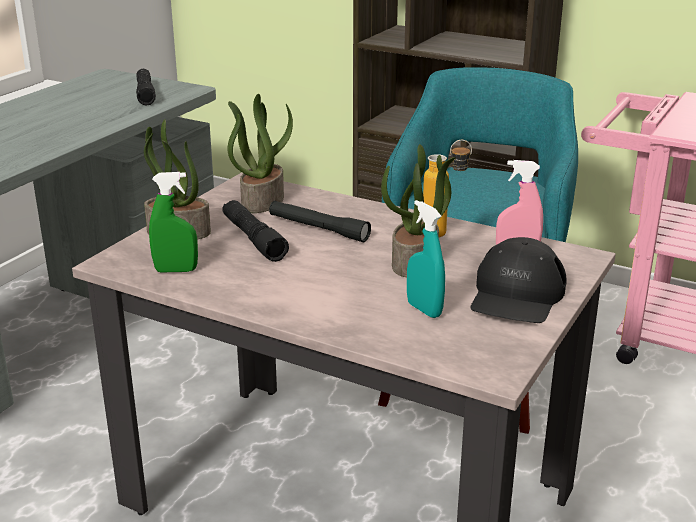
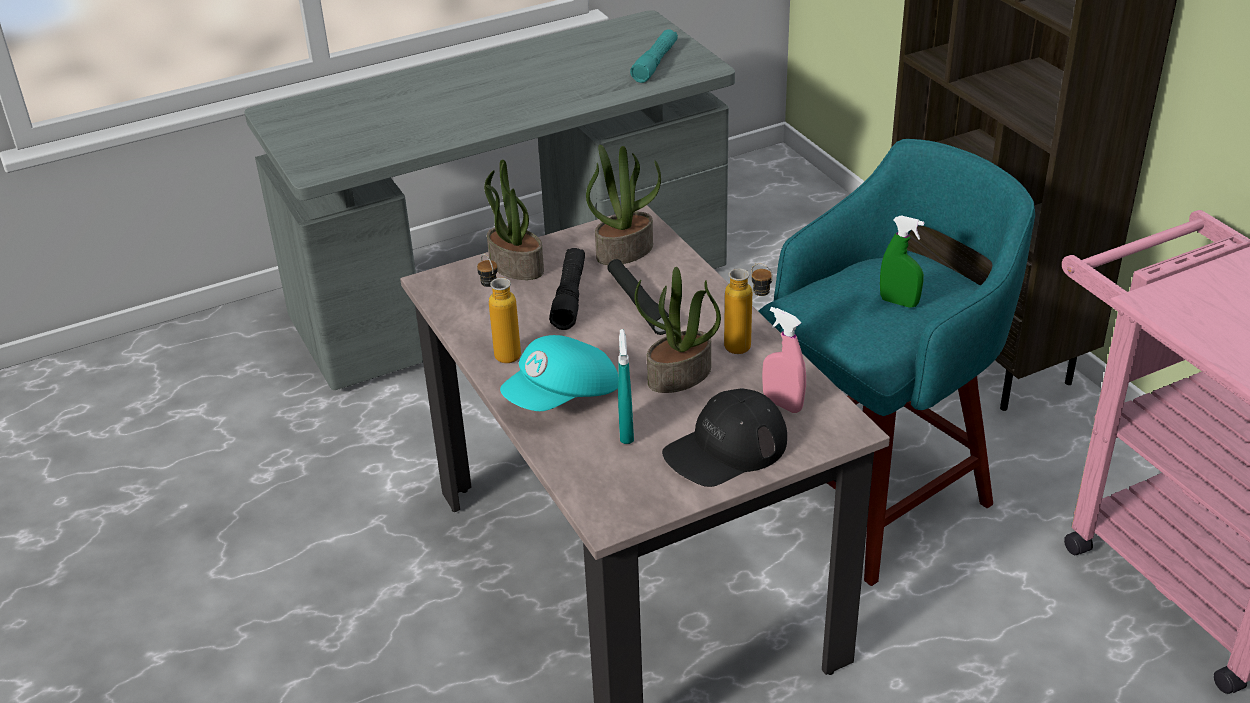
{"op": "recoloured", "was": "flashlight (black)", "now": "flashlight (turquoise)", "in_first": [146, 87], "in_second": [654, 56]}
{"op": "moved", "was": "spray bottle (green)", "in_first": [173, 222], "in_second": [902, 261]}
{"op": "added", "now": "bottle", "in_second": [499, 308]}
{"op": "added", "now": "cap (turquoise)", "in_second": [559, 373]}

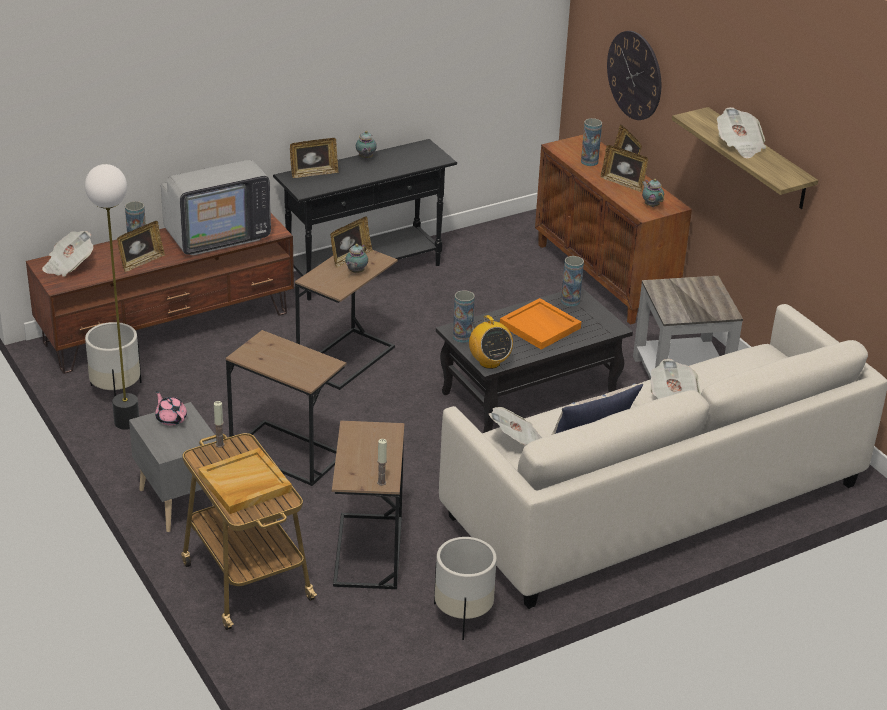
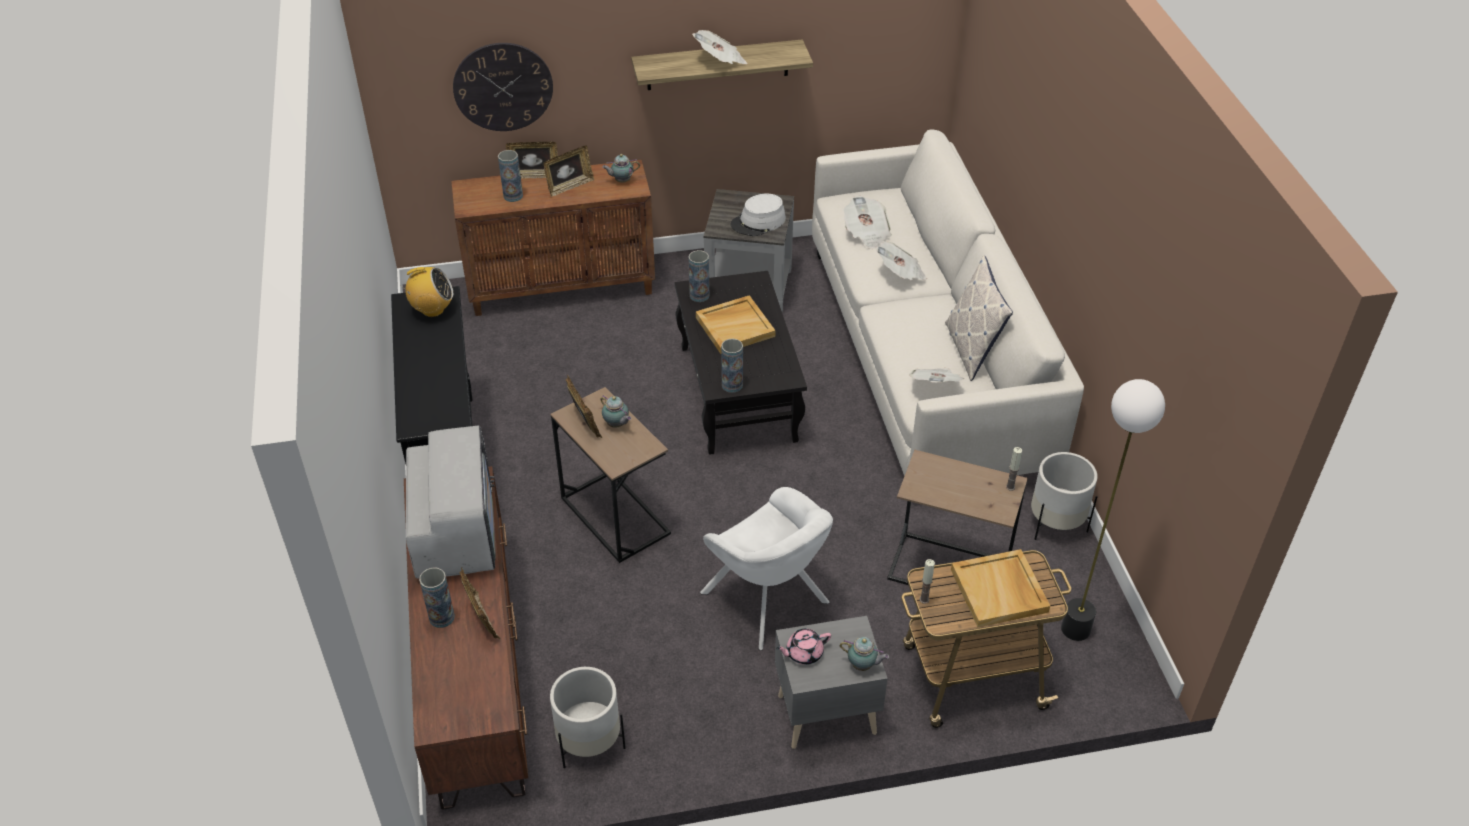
{"op": "moved", "was": "teapot", "in_first": [366, 145], "in_second": [864, 654]}
{"op": "removed", "was": "picture frame", "in_first": [314, 158]}
{"op": "moved", "was": "floor lamp", "in_first": [112, 297], "in_second": [1113, 510]}
{"op": "moved", "was": "newspaper", "in_first": [67, 254], "in_second": [867, 222]}
{"op": "recoloured", "was": "tray (orange)", "now": "tray (beige)", "in_first": [540, 324], "in_second": [736, 324]}
{"op": "moved", "was": "radio", "in_first": [491, 342], "in_second": [426, 292]}
{"op": "replaced", "was": "side table (brown)", "now": "armchair (white)", "in_first": [286, 408], "in_second": [766, 569]}
{"op": "added", "now": "hat (grey)", "in_second": [758, 215]}

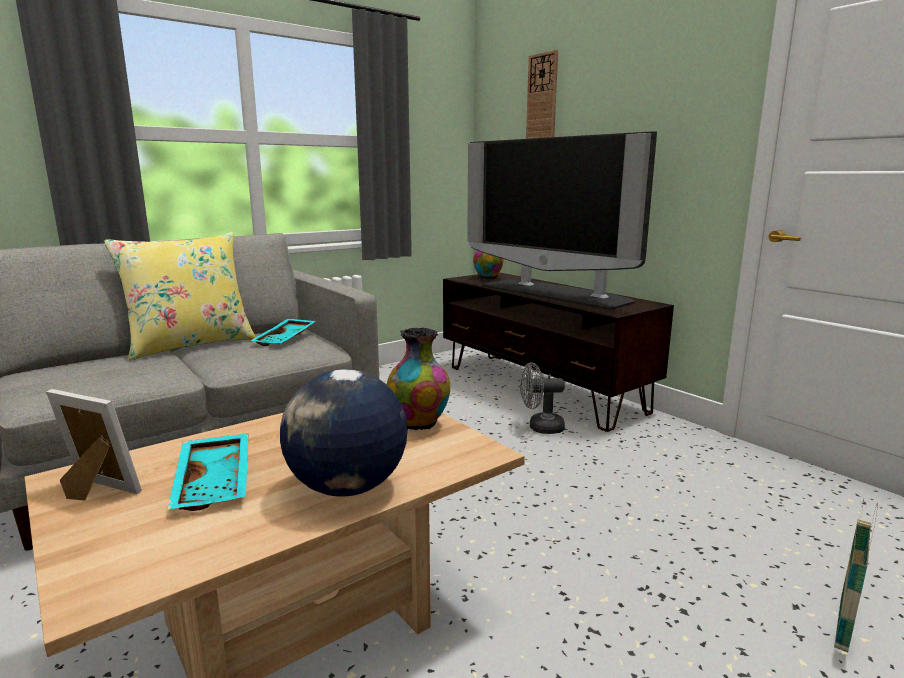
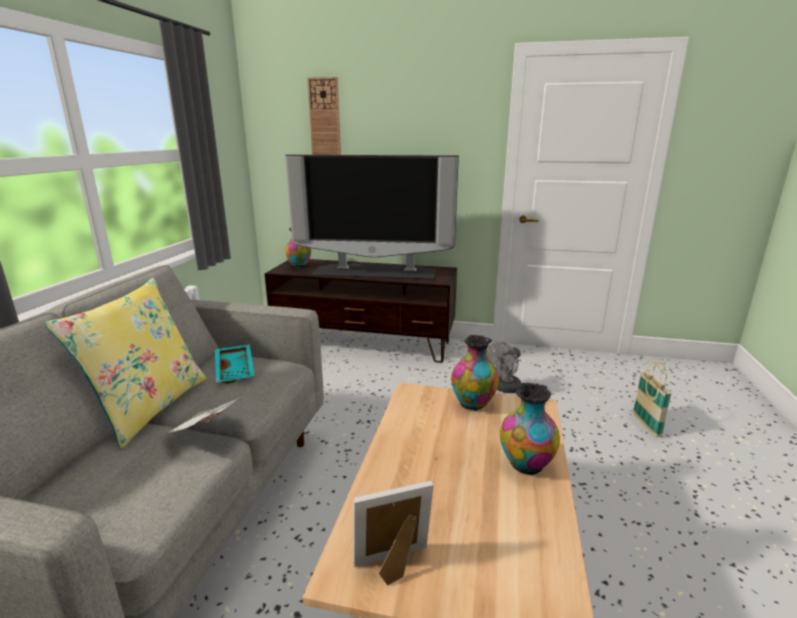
{"op": "moved", "was": "fan (grey)", "in_first": [542, 398], "in_second": [504, 367]}
{"op": "replaced", "was": "globe", "now": "vase", "in_first": [343, 433], "in_second": [530, 428]}
{"op": "removed", "was": "tray (turquoise)", "in_first": [208, 472]}
{"op": "added", "now": "newspaper", "in_second": [204, 415]}

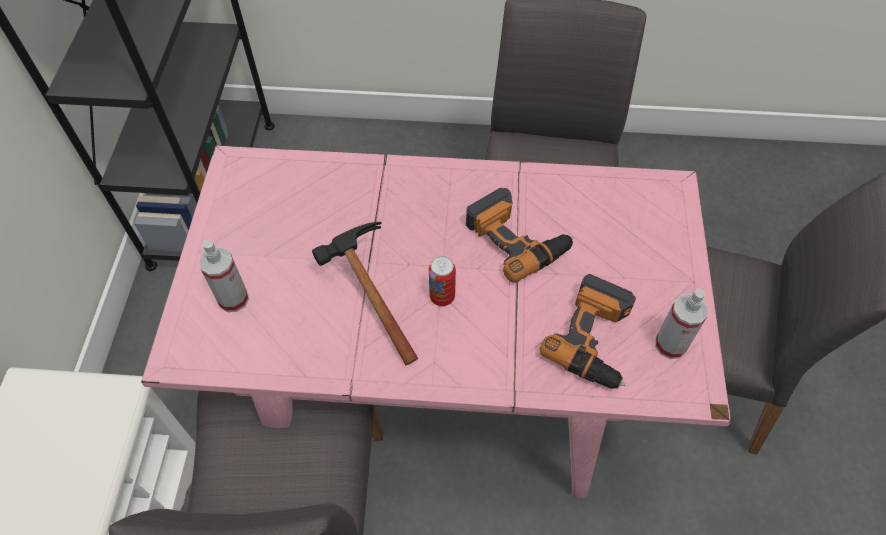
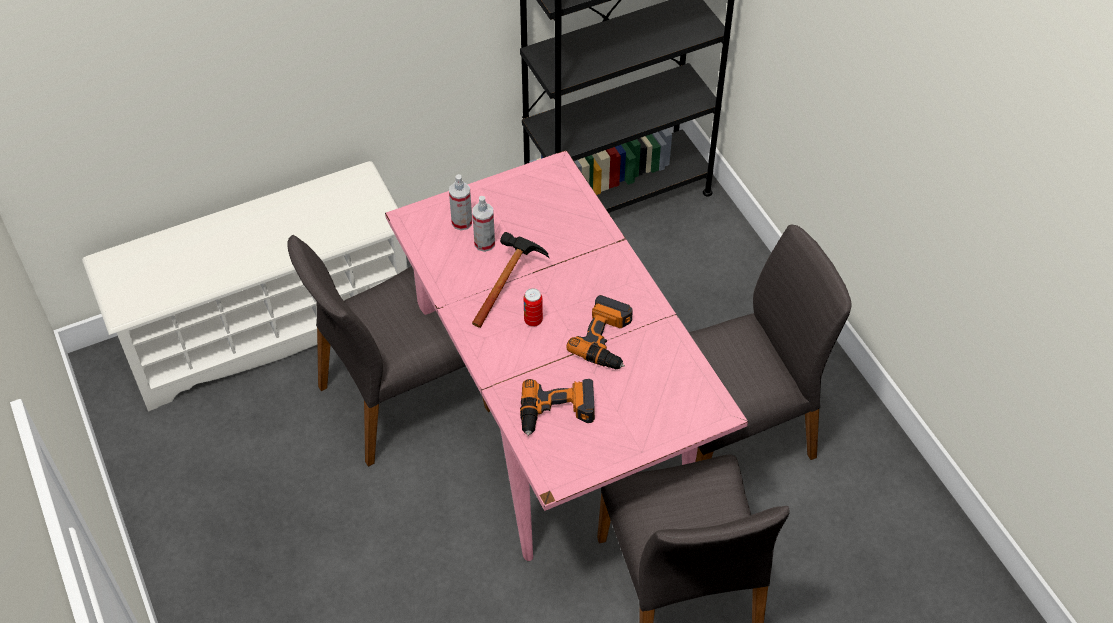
{"op": "moved", "was": "spray bottle", "in_first": [681, 324], "in_second": [483, 224]}

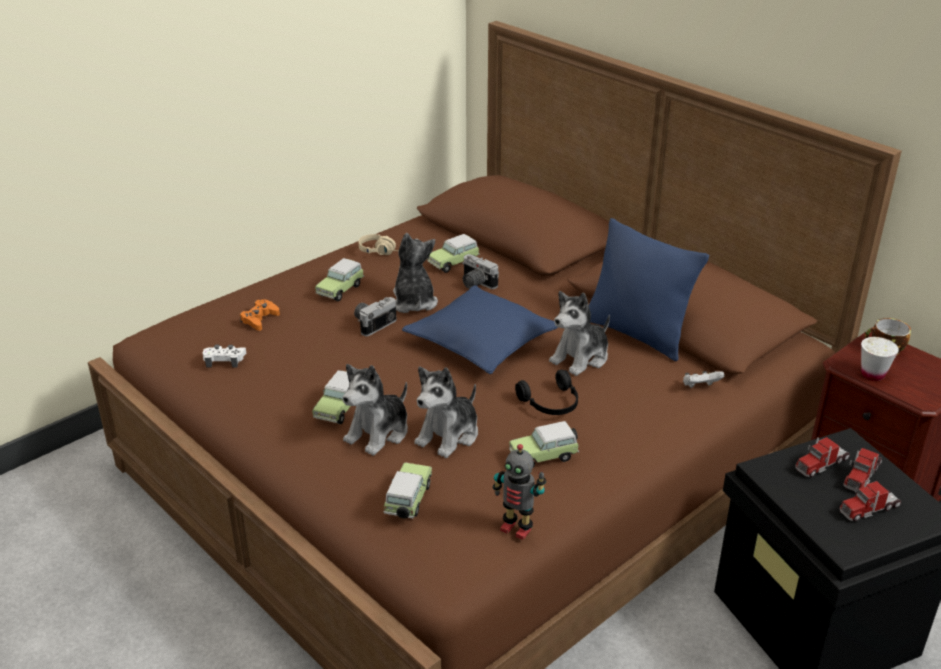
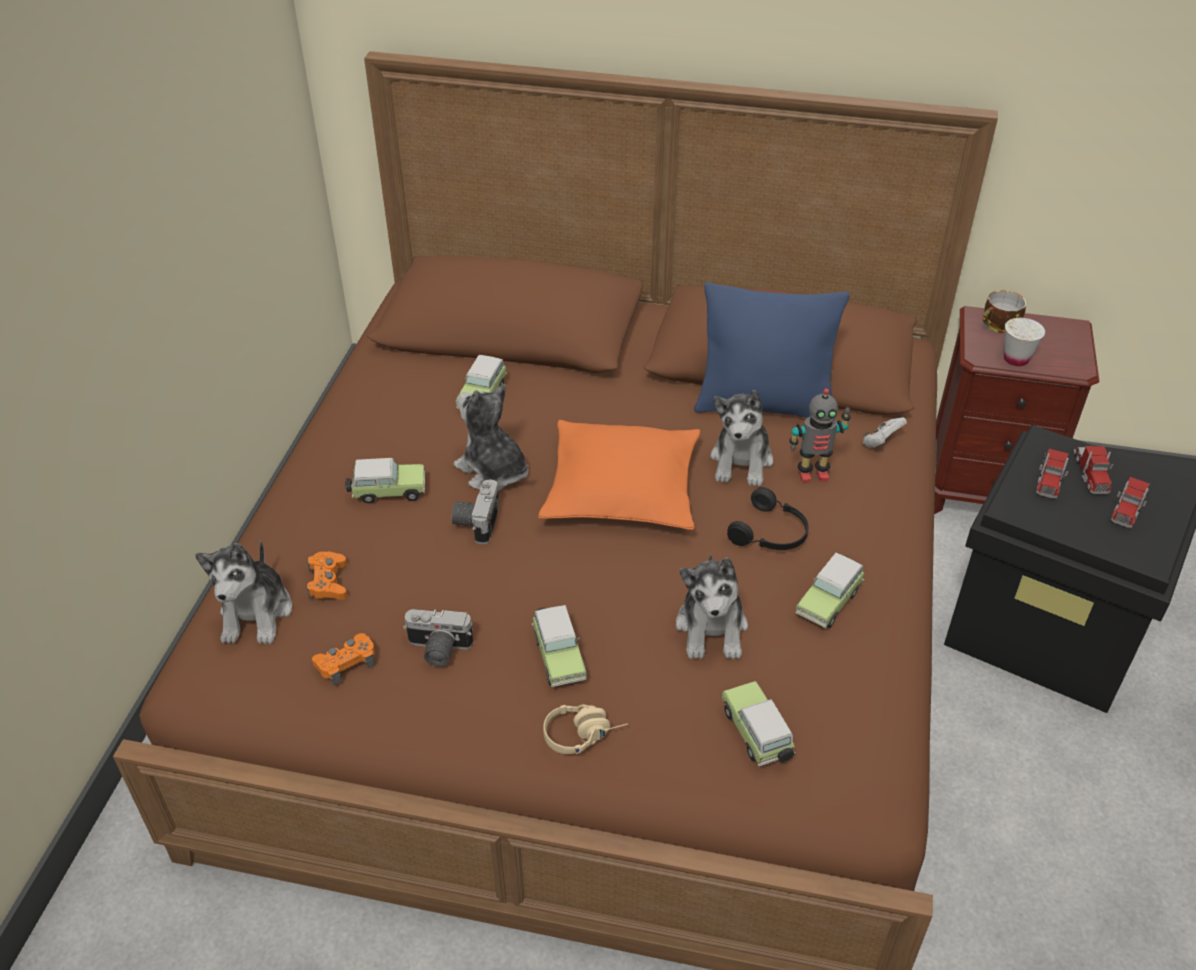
{"op": "moved", "was": "headphones (beige)", "in_first": [378, 244], "in_second": [585, 729]}
{"op": "moved", "was": "photo camera", "in_first": [480, 271], "in_second": [438, 637]}
{"op": "turned", "was": "toy car", "in_first": [339, 279], "in_second": [385, 481], "clockwise": -90}
{"op": "recoloured", "was": "pillow (blue)", "now": "pillow (orange)", "in_first": [480, 329], "in_second": [619, 475]}
{"op": "recoloured", "was": "game controller (white)", "now": "game controller (orange)", "in_first": [224, 355], "in_second": [343, 659]}
{"op": "moved", "was": "plush toy", "in_first": [375, 410], "in_second": [243, 592]}
{"op": "moved", "was": "toy robot", "in_first": [519, 492], "in_second": [820, 435]}

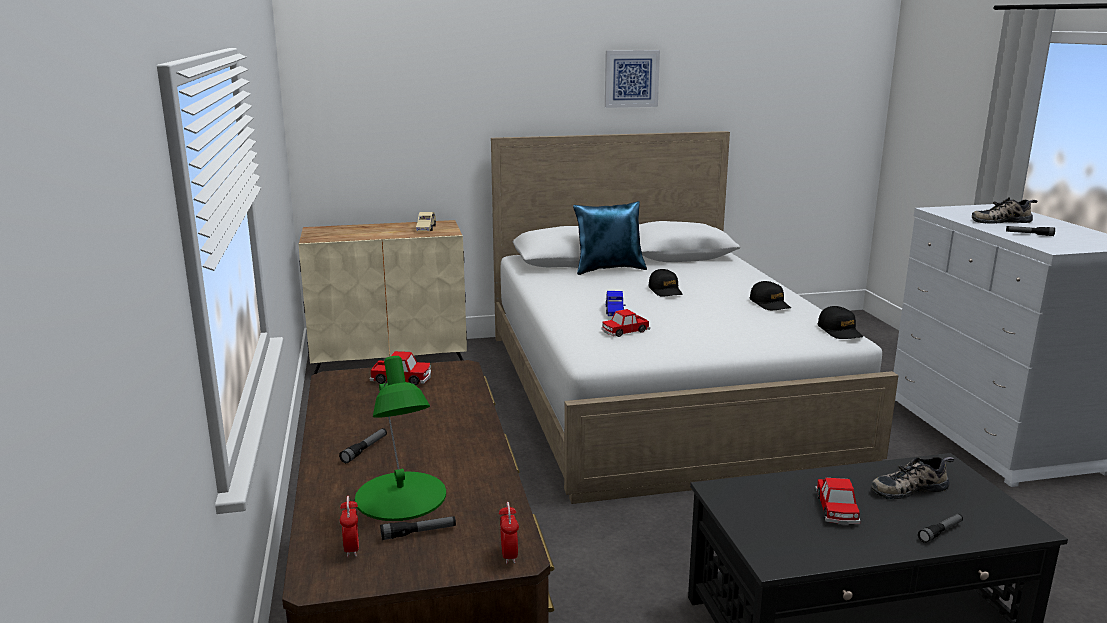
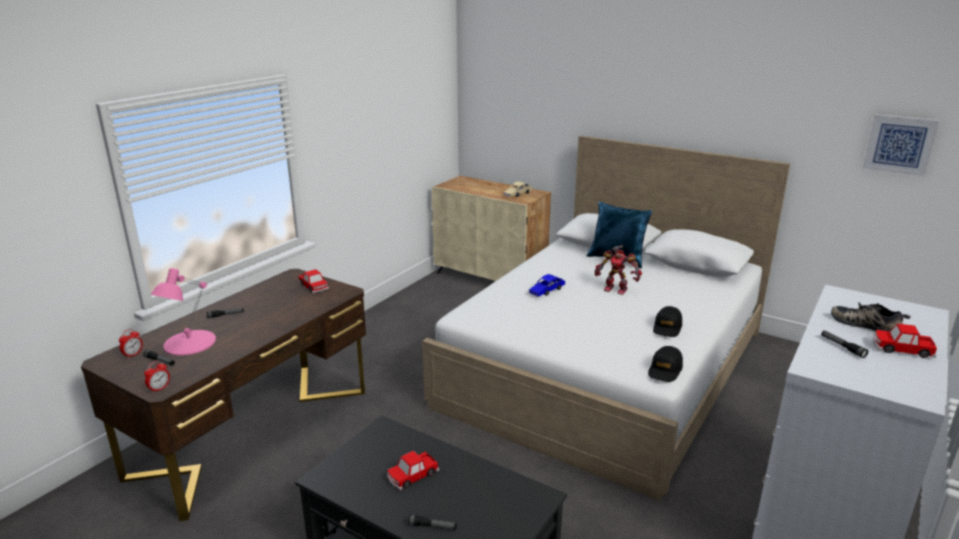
{"op": "moved", "was": "picture", "in_first": [632, 79], "in_second": [901, 145]}
{"op": "replaced", "was": "cap (black)", "now": "toy robot", "in_first": [665, 282], "in_second": [618, 270]}
{"op": "moved", "was": "toy car", "in_first": [626, 323], "in_second": [905, 340]}
{"op": "recoloured", "was": "table lamp (green)", "now": "table lamp (pink)", "in_first": [400, 438], "in_second": [183, 312]}
{"op": "removed", "was": "shoe", "in_first": [912, 478]}

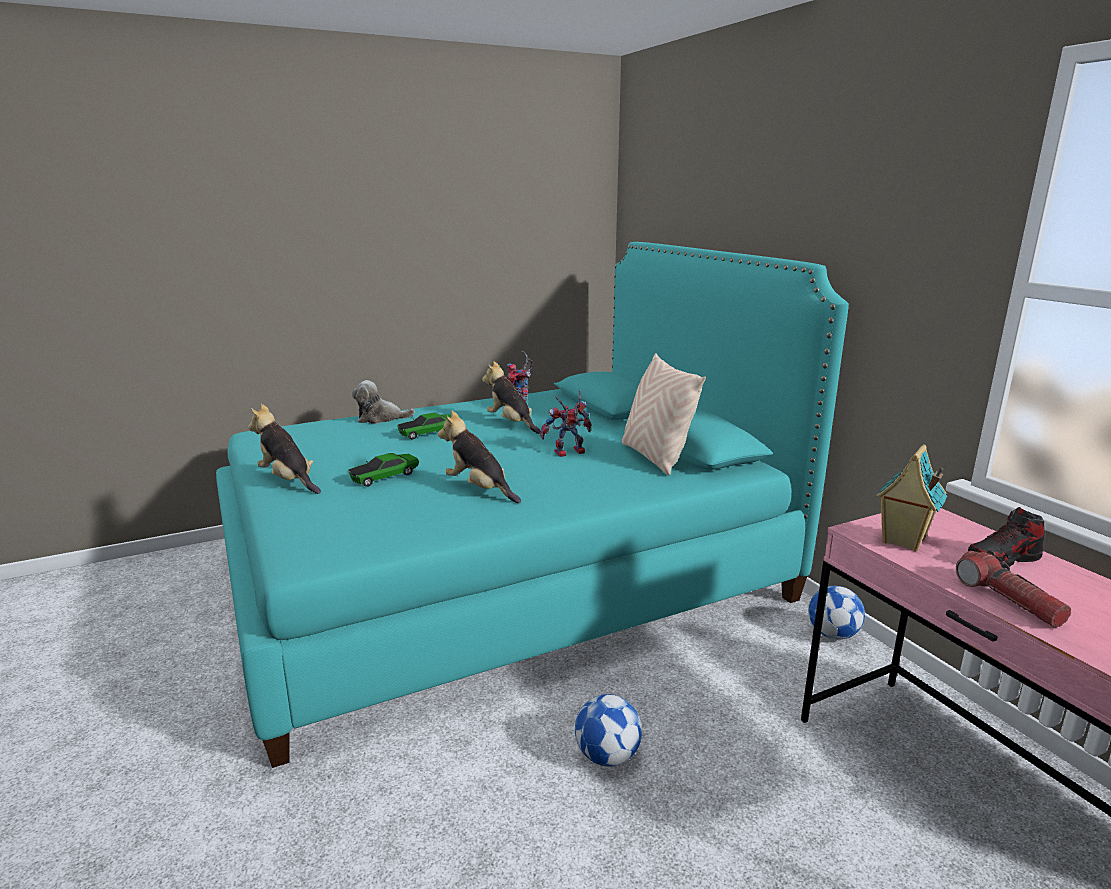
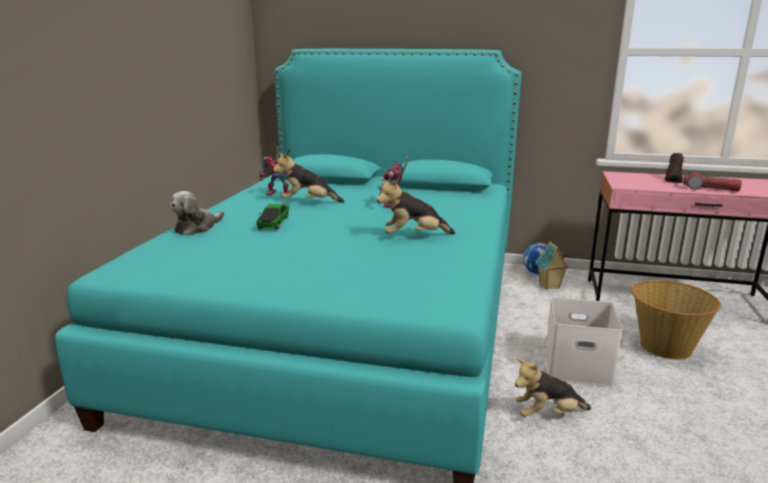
{"op": "removed", "was": "pillow (beige)", "in_first": [664, 414]}
{"op": "moved", "was": "plush toy", "in_first": [284, 449], "in_second": [553, 388]}
{"op": "moved", "was": "toy house", "in_first": [911, 498], "in_second": [552, 266]}
{"op": "removed", "was": "toy car", "in_first": [383, 470]}
{"op": "replaced", "was": "football", "now": "storage box (white)", "in_first": [608, 730], "in_second": [584, 341]}
{"op": "added", "now": "basket", "in_second": [676, 320]}

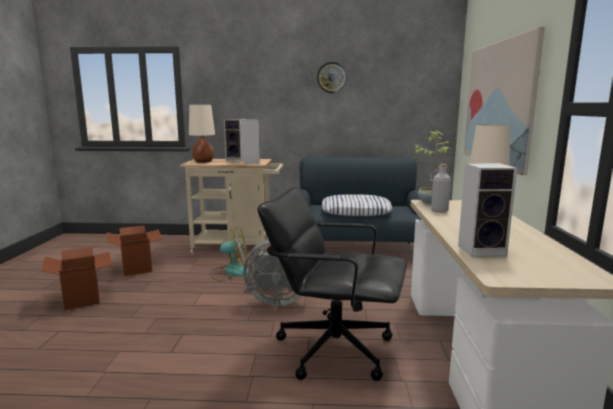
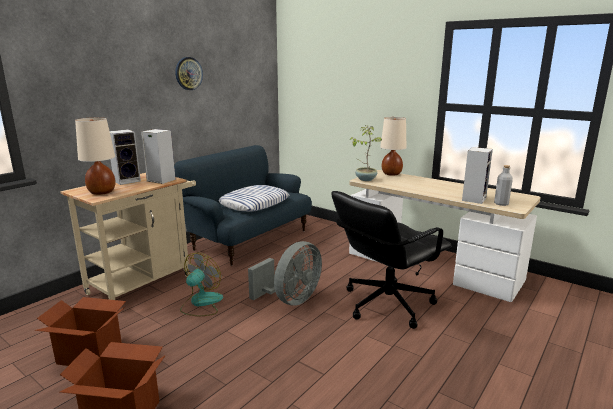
{"op": "removed", "was": "picture", "in_first": [504, 101]}
{"op": "moved", "was": "bottle (grey)", "in_first": [441, 188], "in_second": [503, 185]}

